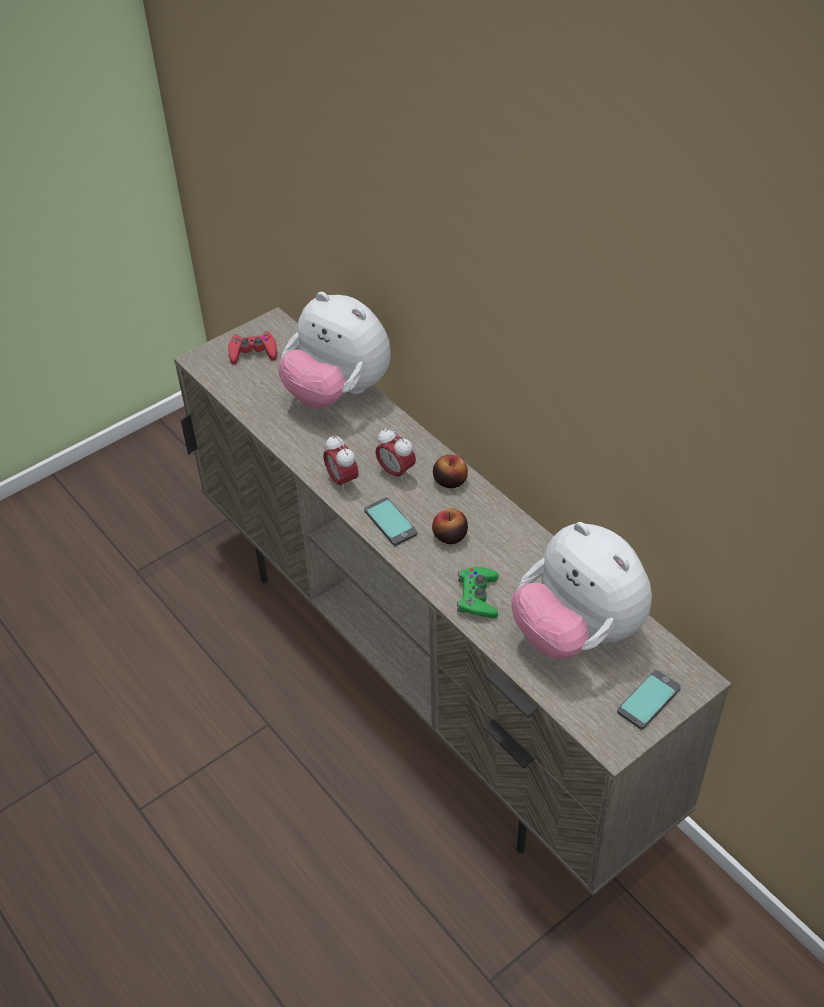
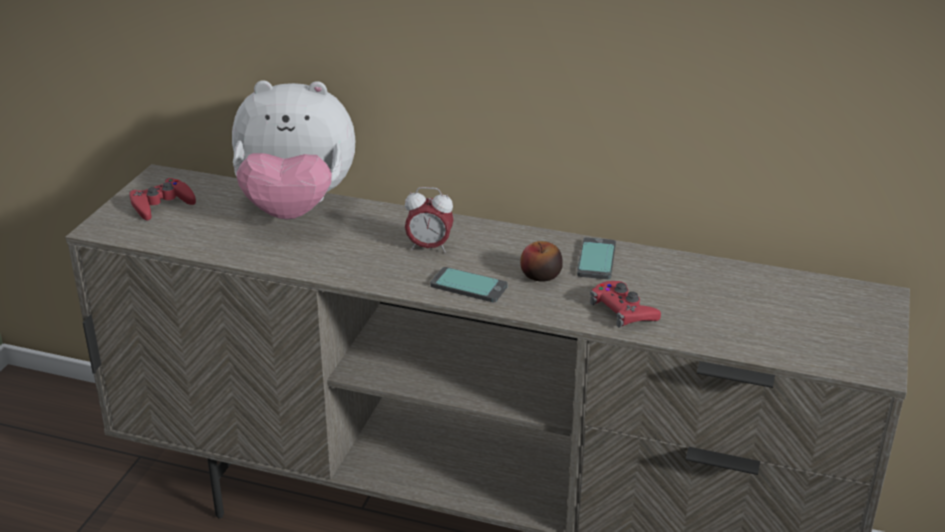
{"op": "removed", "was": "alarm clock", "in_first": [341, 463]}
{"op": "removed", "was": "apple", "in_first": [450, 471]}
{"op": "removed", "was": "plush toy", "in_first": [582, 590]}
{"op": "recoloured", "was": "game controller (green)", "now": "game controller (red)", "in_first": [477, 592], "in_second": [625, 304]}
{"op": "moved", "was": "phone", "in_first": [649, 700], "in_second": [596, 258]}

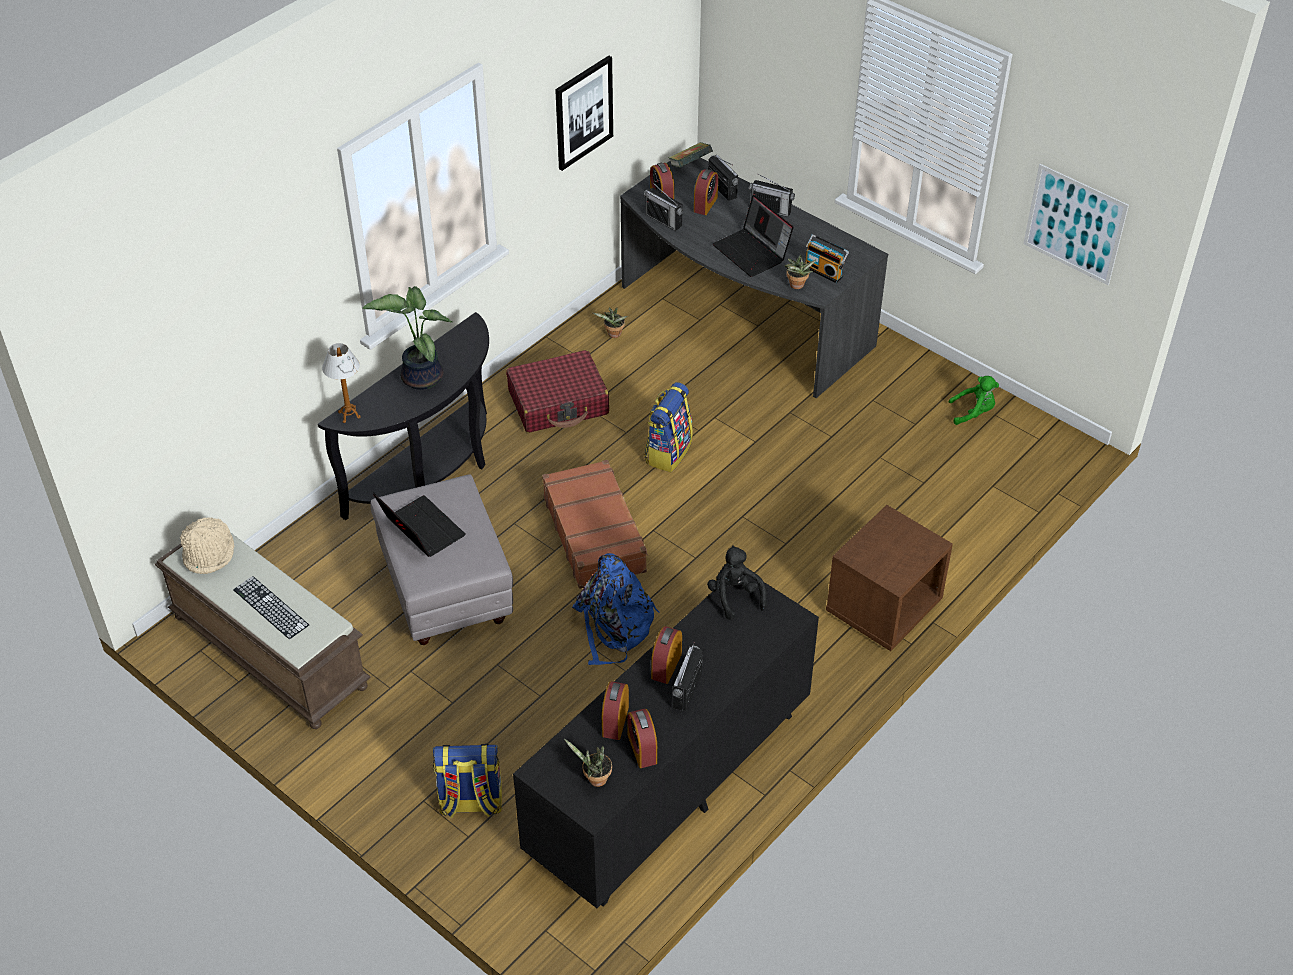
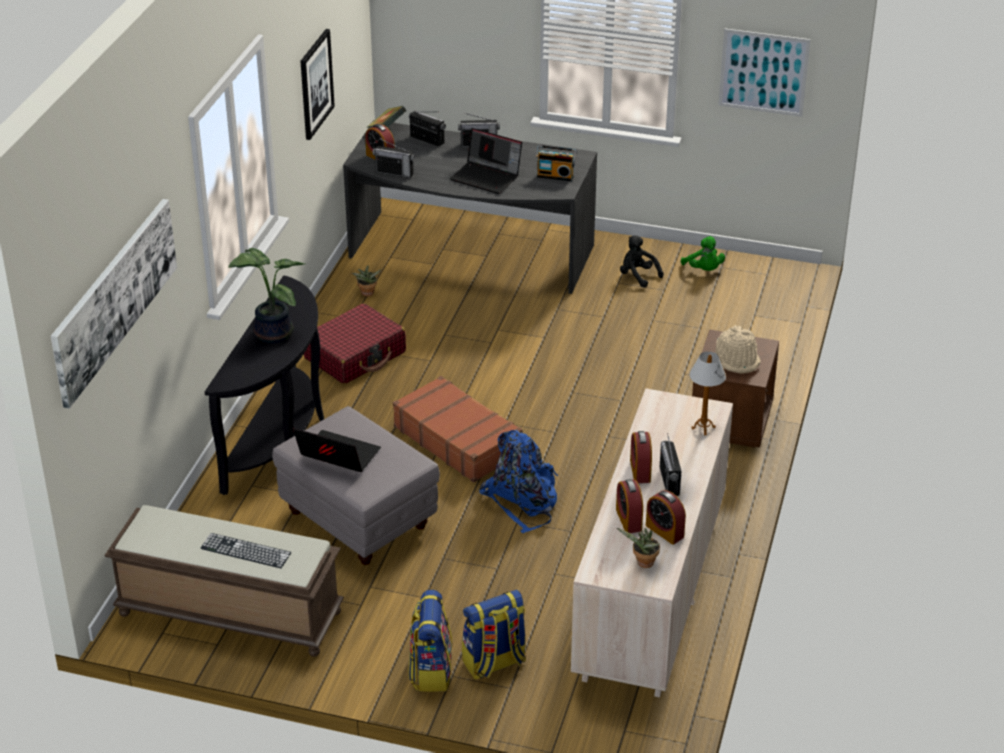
{"op": "removed", "was": "alarm clock", "in_first": [706, 192]}
{"op": "removed", "was": "potted plant", "in_first": [801, 272]}
{"op": "moved", "was": "table lamp", "in_first": [341, 383], "in_second": [707, 393]}
{"op": "turned", "was": "plush toy (green)", "in_first": [974, 400], "in_second": [703, 253], "clockwise": 90}
{"op": "moved", "was": "backpack", "in_first": [668, 427], "in_second": [430, 641]}
{"op": "moved", "was": "hat (beige)", "in_first": [207, 545], "in_second": [738, 349]}
{"op": "moved", "was": "plush toy (black)", "in_first": [737, 582], "in_second": [641, 261]}
{"op": "recoloured", "was": "dresser (black)", "now": "dresser (beige)", "in_first": [666, 742], "in_second": [652, 543]}
{"op": "added", "now": "picture", "in_second": [114, 304]}

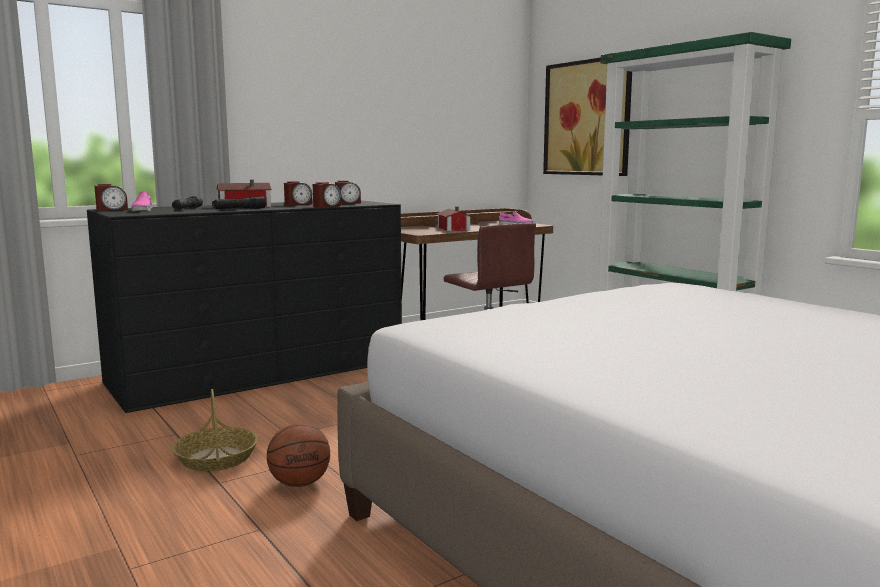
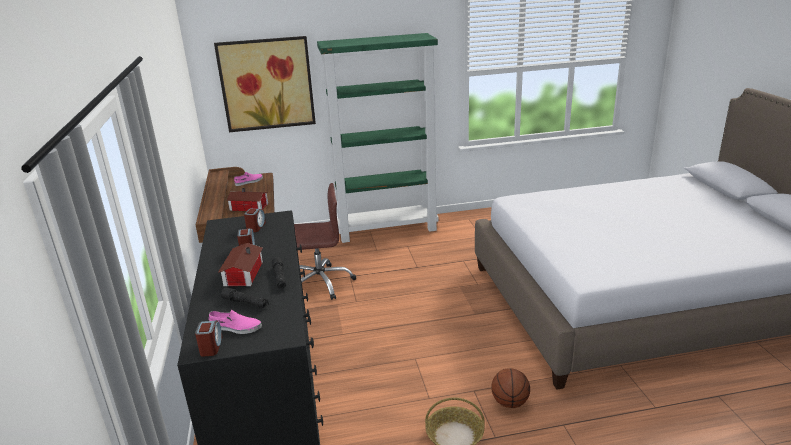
{"op": "removed", "was": "alarm clock", "in_first": [327, 194]}

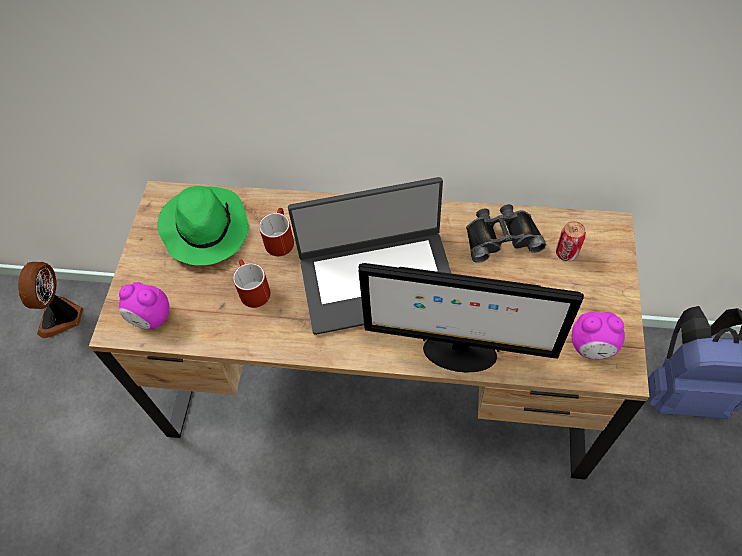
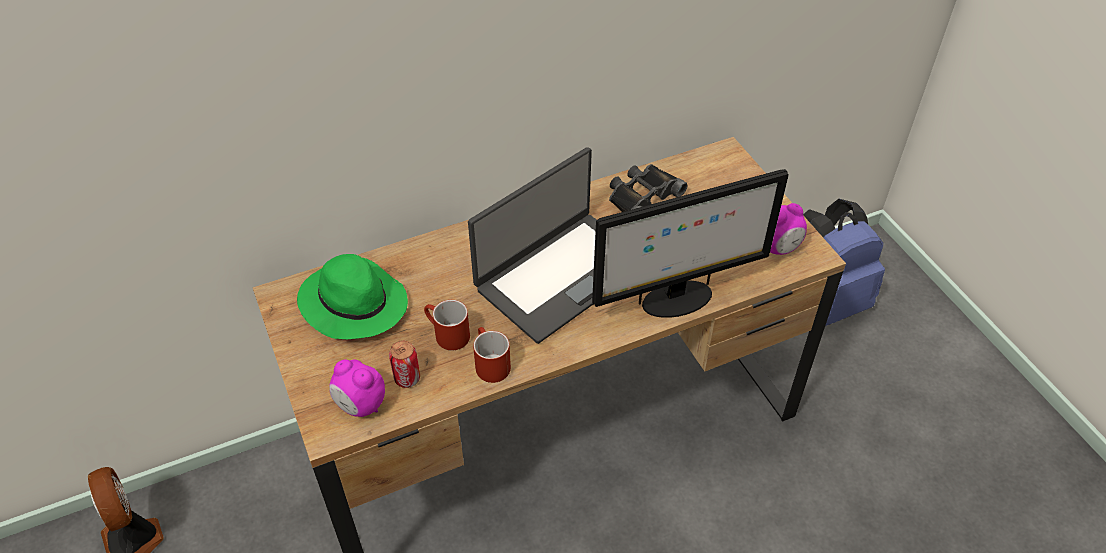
{"op": "moved", "was": "mug (red)", "in_first": [276, 232], "in_second": [492, 355]}
{"op": "moved", "was": "can", "in_first": [571, 241], "in_second": [404, 364]}
{"op": "turned", "was": "alarm clock", "in_first": [144, 305], "in_second": [357, 388], "clockwise": 45}

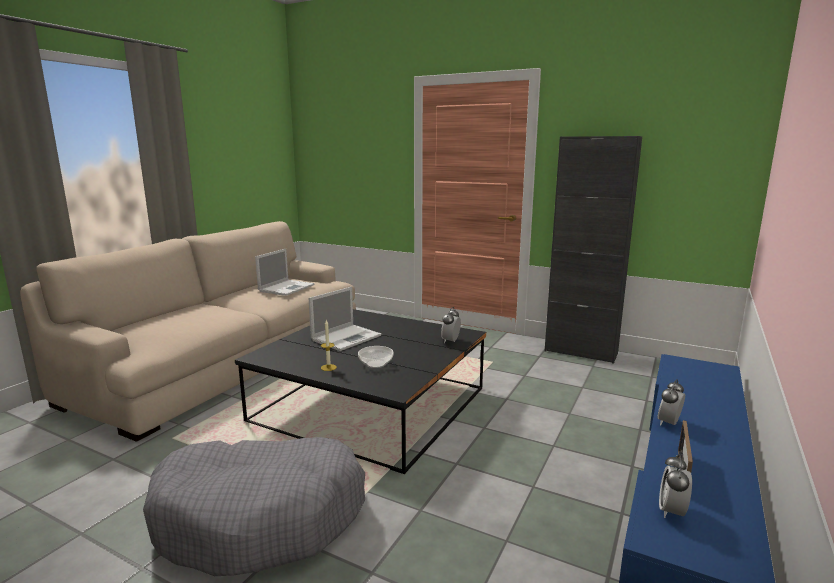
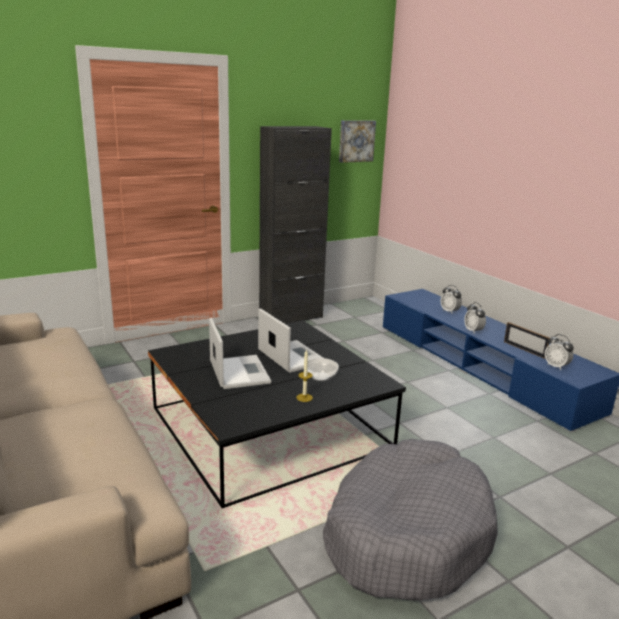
{"op": "moved", "was": "laptop", "in_first": [284, 272], "in_second": [290, 340]}
{"op": "moved", "was": "alarm clock", "in_first": [451, 325], "in_second": [451, 299]}
{"op": "added", "now": "picture", "in_second": [357, 141]}

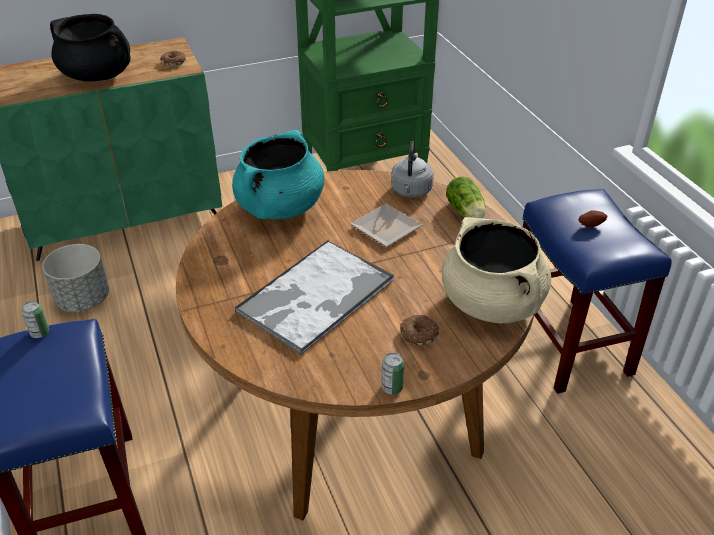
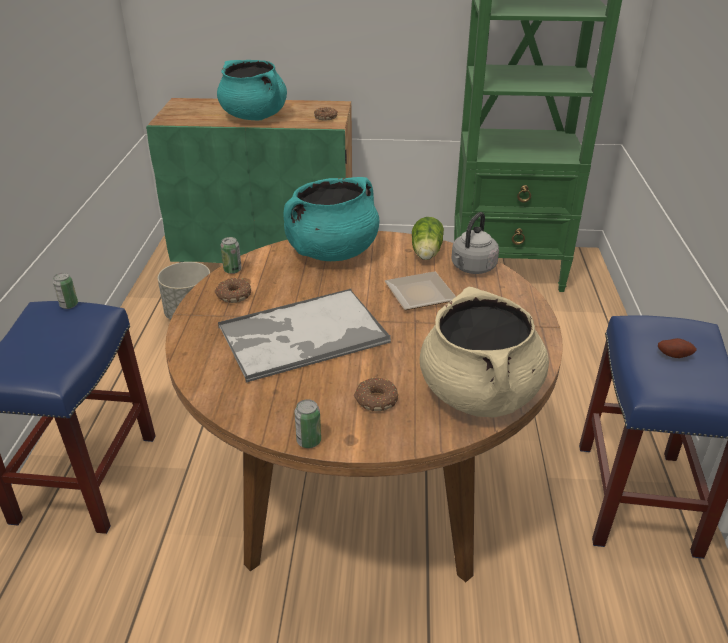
{"op": "recoloured", "was": "cooking pot (black)", "now": "cooking pot (turquoise)", "in_first": [90, 48], "in_second": [252, 90]}
{"op": "moved", "was": "lettuce", "in_first": [465, 197], "in_second": [428, 238]}
{"op": "added", "now": "can", "in_second": [231, 255]}
{"op": "added", "now": "donut", "in_second": [232, 290]}

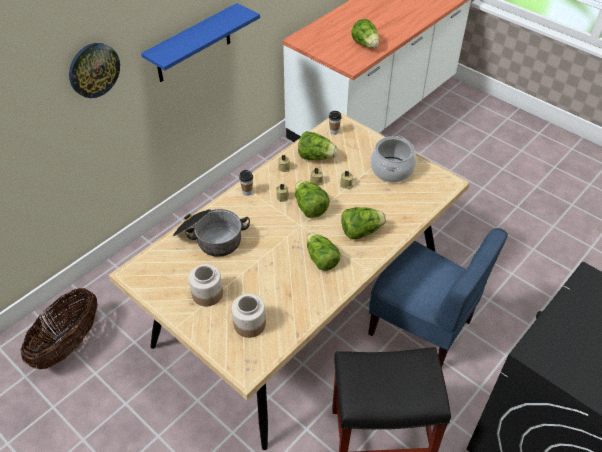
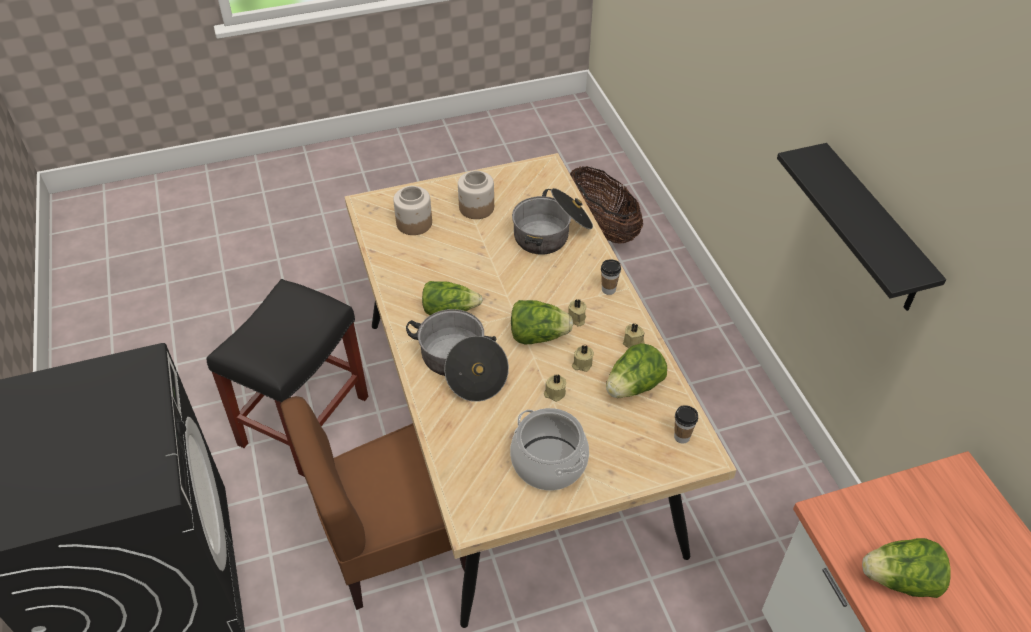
{"op": "recoloured", "was": "shelf (blue)", "now": "shelf (black)", "in_first": [200, 42], "in_second": [861, 227]}
{"op": "removed", "was": "wall clock", "in_first": [94, 70]}
{"op": "replaced", "was": "lettuce", "now": "cooking pot", "in_first": [363, 223], "in_second": [457, 355]}
{"op": "recoloured", "was": "chair (blue)", "now": "chair (brown)", "in_first": [438, 297], "in_second": [373, 503]}

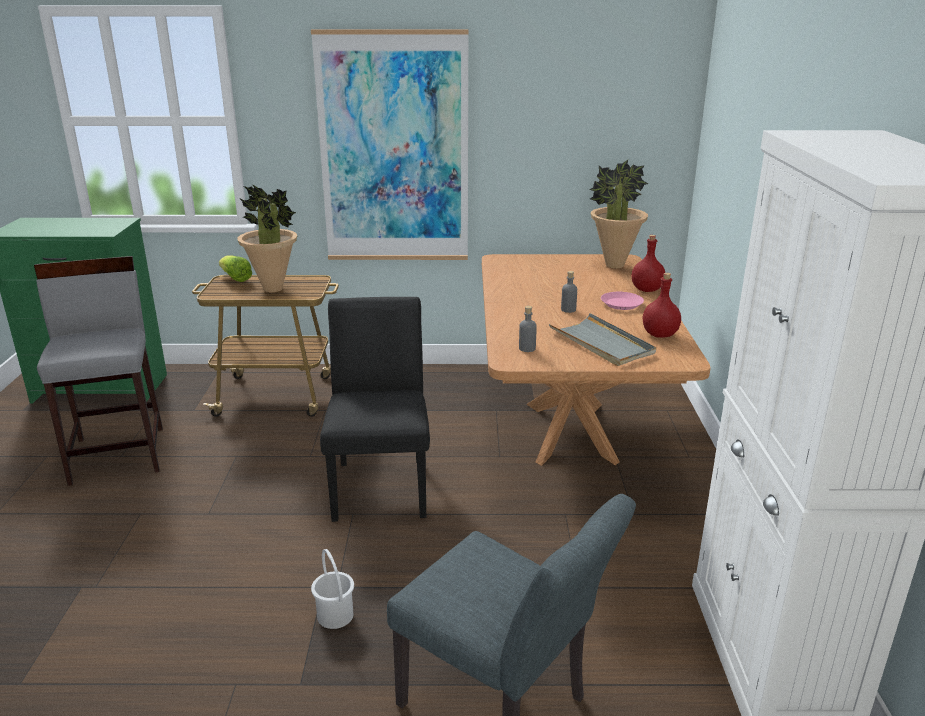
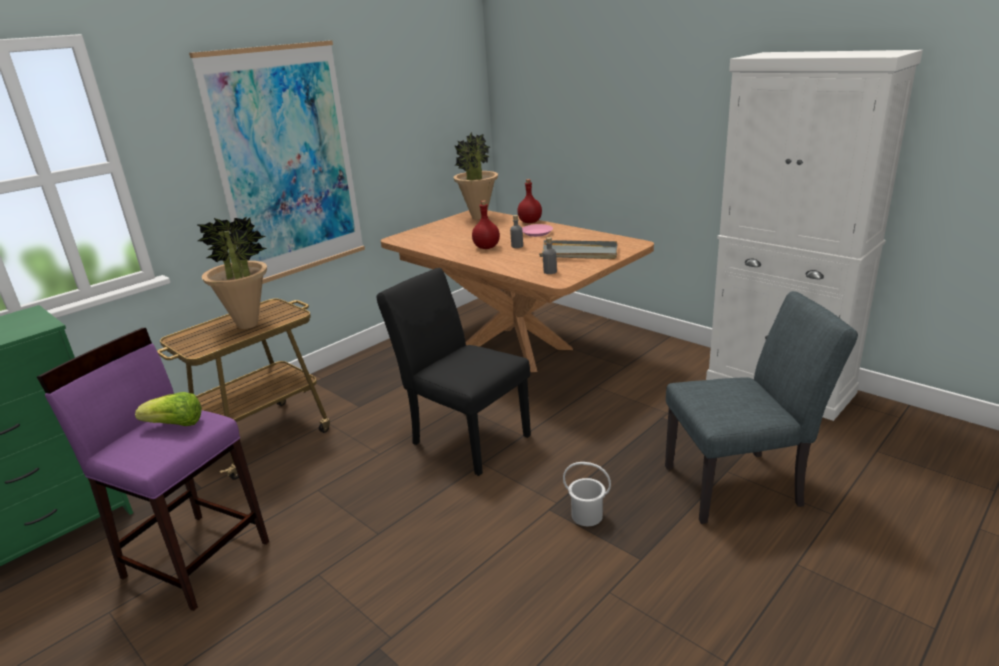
{"op": "recoloured", "was": "stool (grey)", "now": "stool (purple)", "in_first": [98, 371], "in_second": [153, 469]}
{"op": "moved", "was": "lettuce", "in_first": [235, 269], "in_second": [168, 409]}
{"op": "moved", "was": "bottle (red)", "in_first": [662, 305], "in_second": [486, 224]}

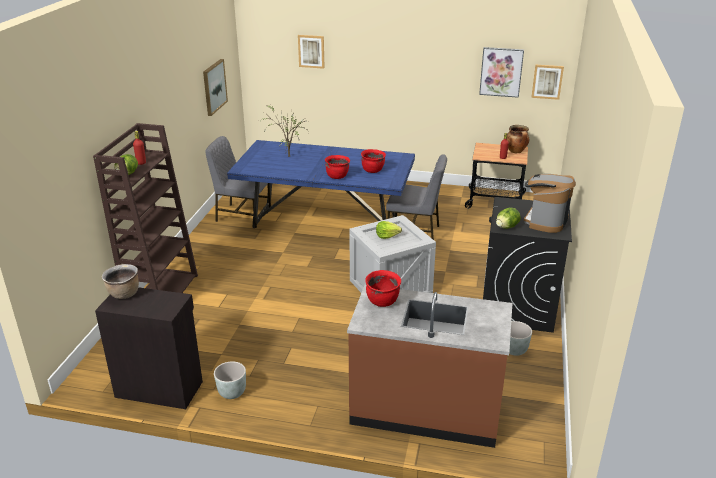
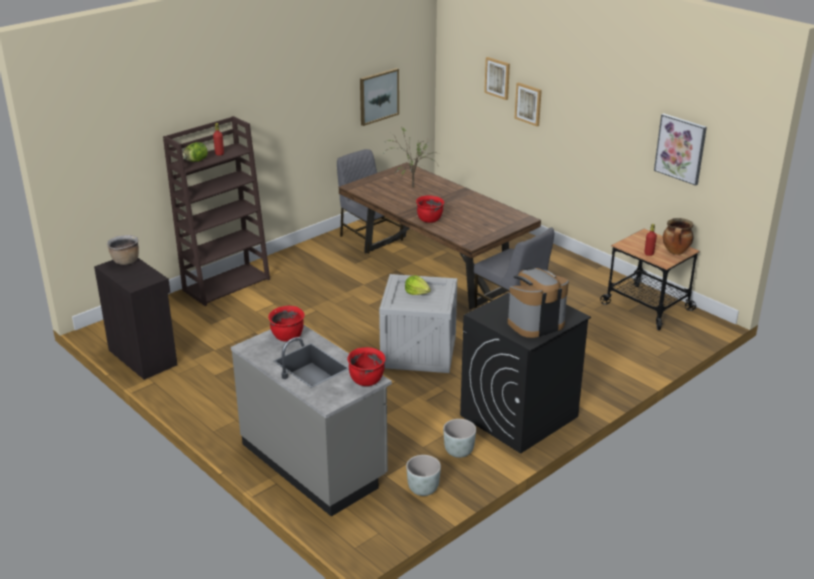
{"op": "moved", "was": "picture", "in_first": [547, 82], "in_second": [528, 104]}
{"op": "recoloured", "was": "dining table (blue)", "now": "dining table (brown)", "in_first": [321, 184], "in_second": [440, 236]}
{"op": "moved", "was": "cooking pot (red)", "in_first": [373, 161], "in_second": [366, 366]}
{"op": "removed", "was": "lettuce", "in_first": [508, 218]}
{"op": "recoloured", "was": "counter (brown)", "now": "counter (grey)", "in_first": [429, 366], "in_second": [311, 421]}
{"op": "moved", "was": "planter (grey)", "in_first": [230, 380], "in_second": [423, 475]}

